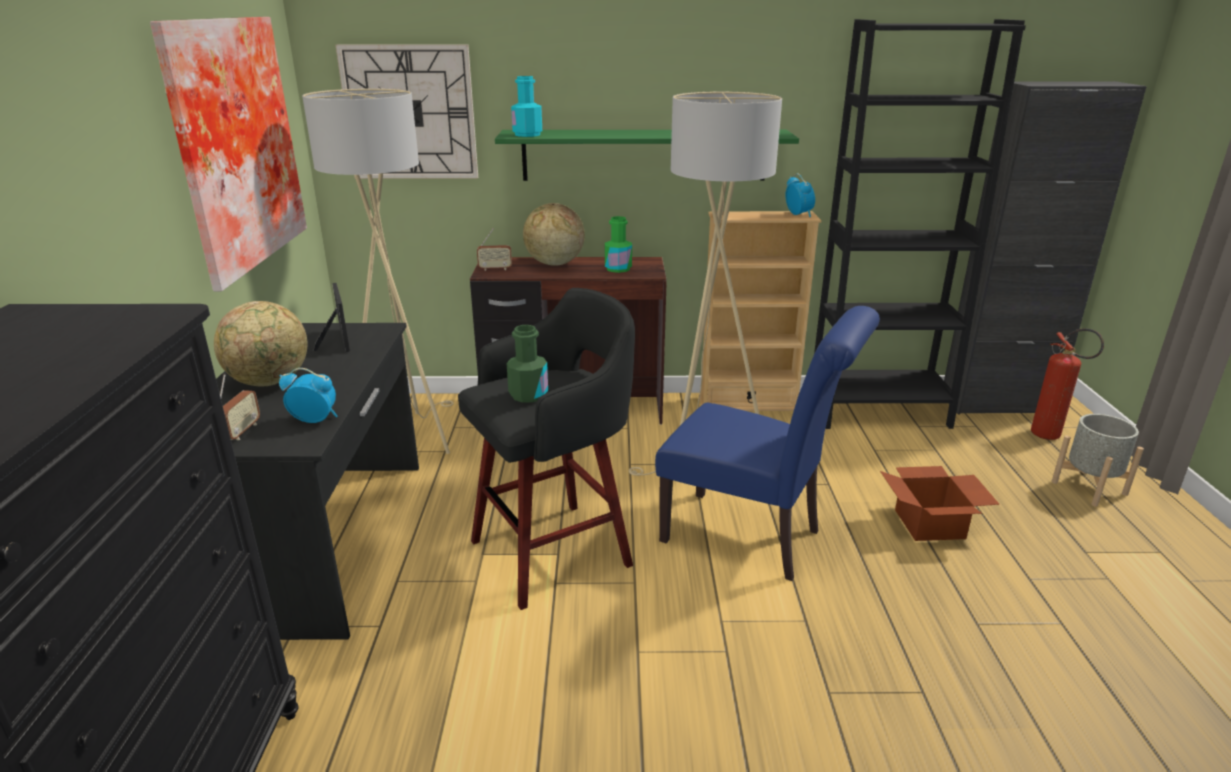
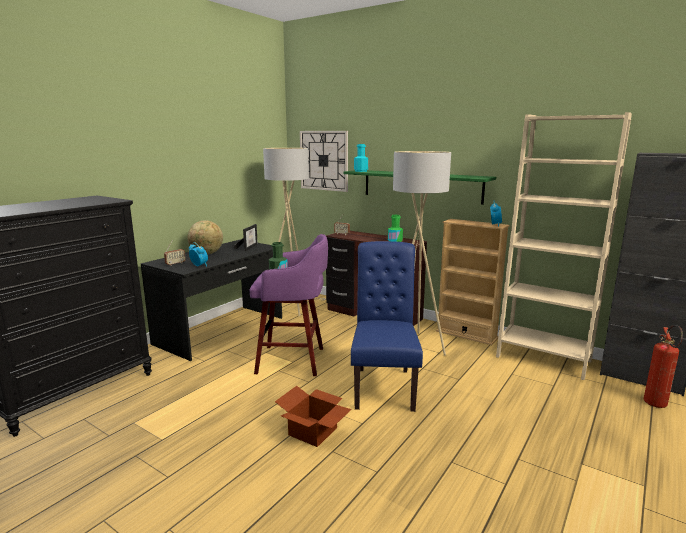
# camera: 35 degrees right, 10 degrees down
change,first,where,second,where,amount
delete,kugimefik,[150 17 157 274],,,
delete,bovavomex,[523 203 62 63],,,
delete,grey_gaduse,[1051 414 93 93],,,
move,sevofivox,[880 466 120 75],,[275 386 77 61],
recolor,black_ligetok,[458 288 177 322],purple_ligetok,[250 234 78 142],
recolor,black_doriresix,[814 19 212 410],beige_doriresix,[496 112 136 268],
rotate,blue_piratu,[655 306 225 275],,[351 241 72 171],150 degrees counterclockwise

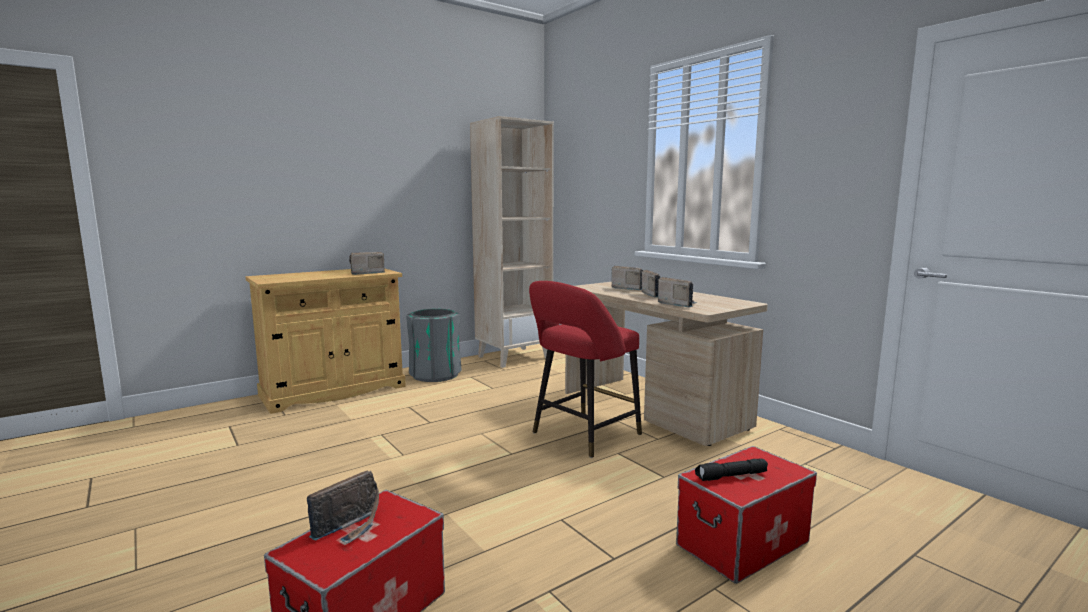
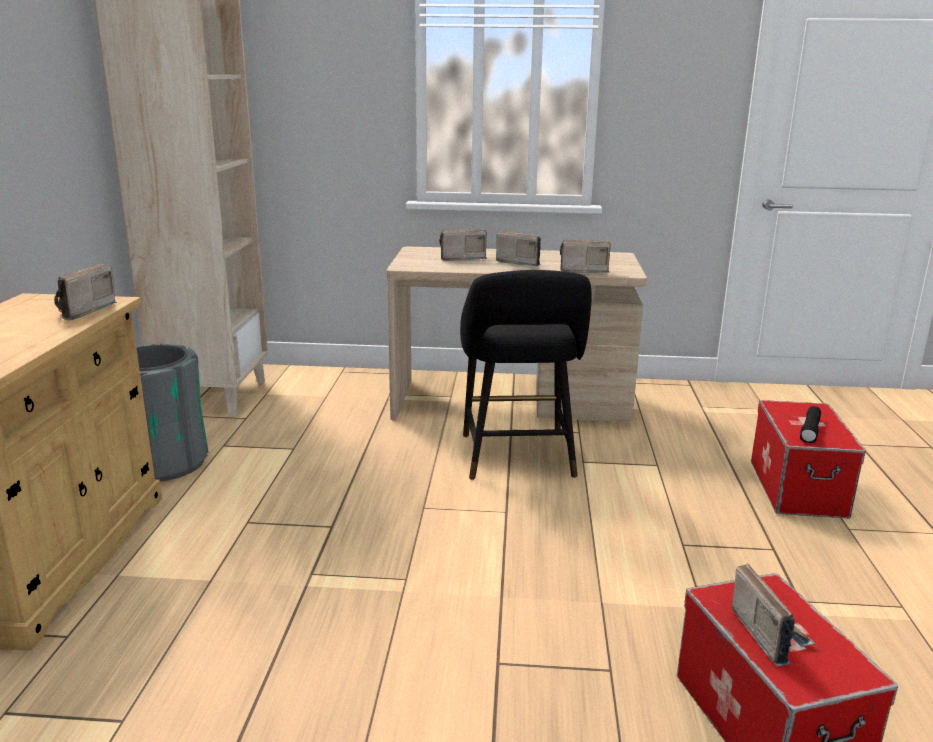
# camera: 50 degrees left, 10 degrees up
change,first,where,second,where,amount
recolor,red_ligetok,[529 281 113 177],black_ligetok,[460 270 132 210],

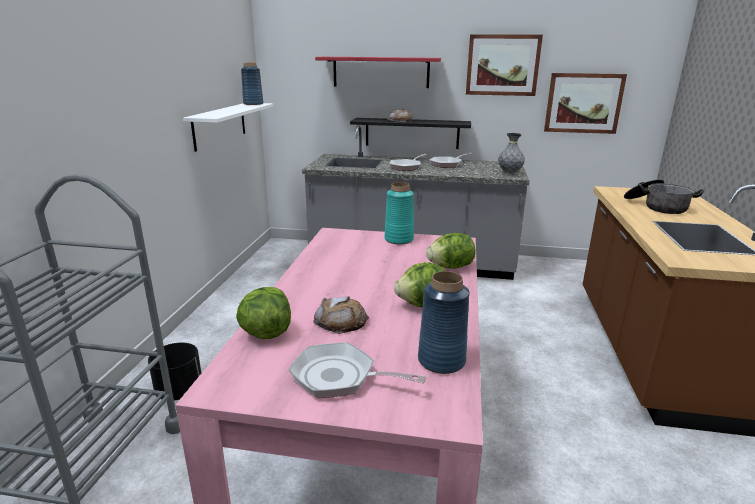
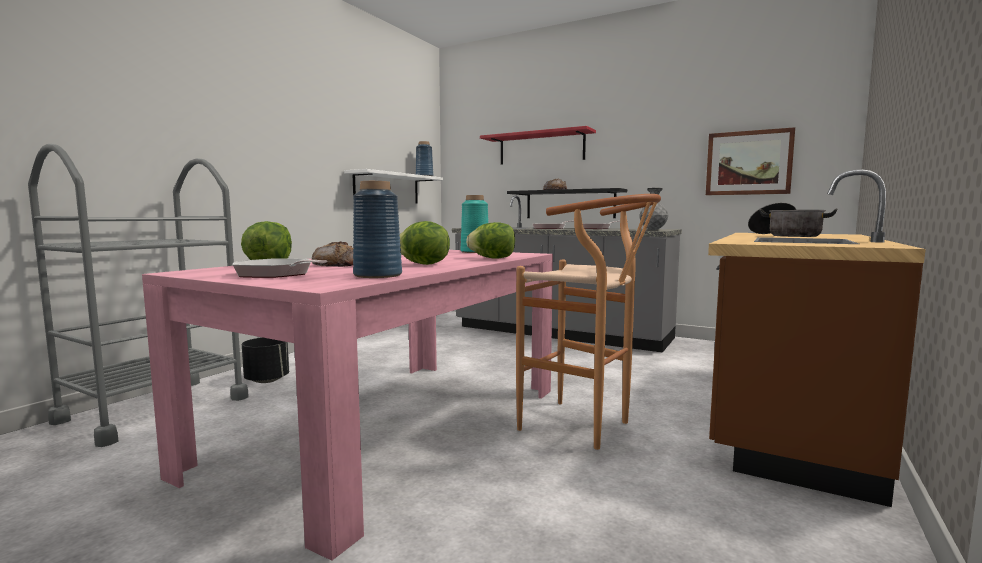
# camera: 20 degrees right, 15 degrees down
change,first,where,second,where,amount
delete,kugimefik,[466 34 77 62],,,
insert,,,brown_ligetok,[516 194 145 256],

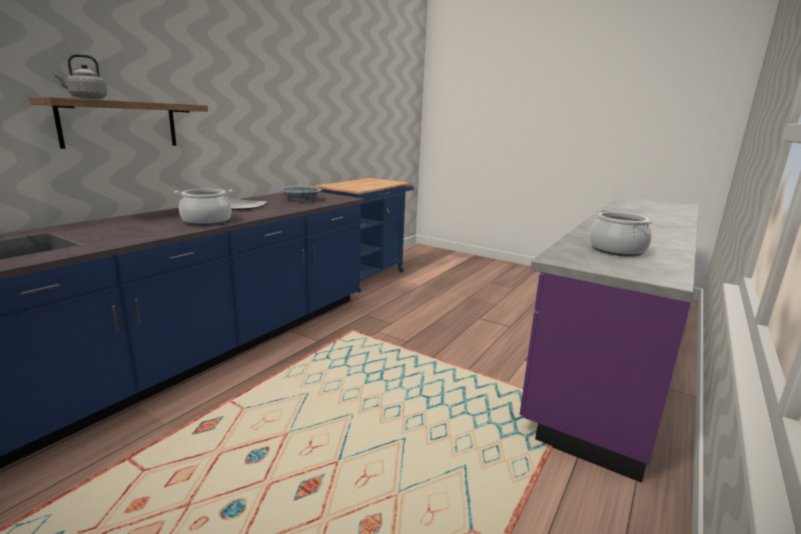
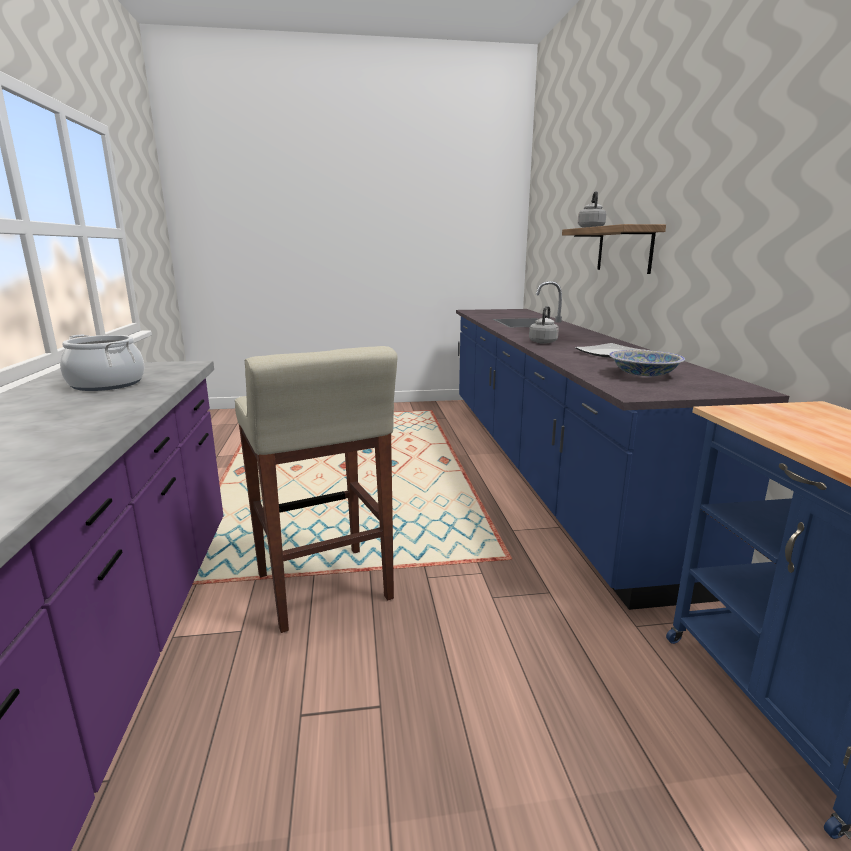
# camera: 140 degrees right, 0 degrees up
change,first,where,second,where,amount
insert,,,beige_ligetok,[235 346 163 287],
replace,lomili,[174 189 58 37],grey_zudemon,[529 306 30 38],

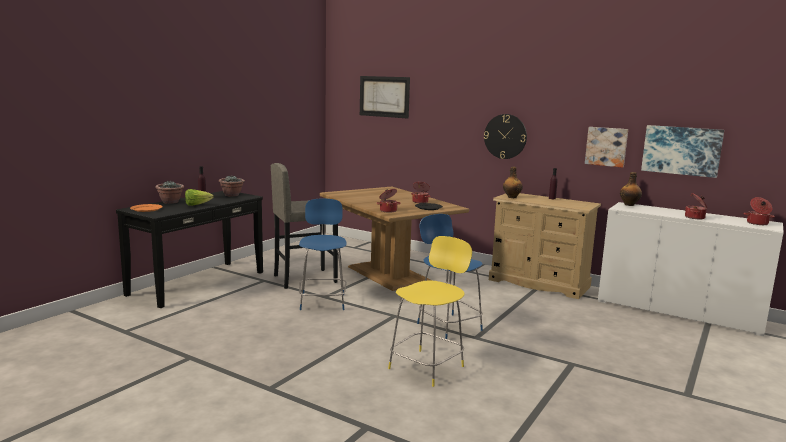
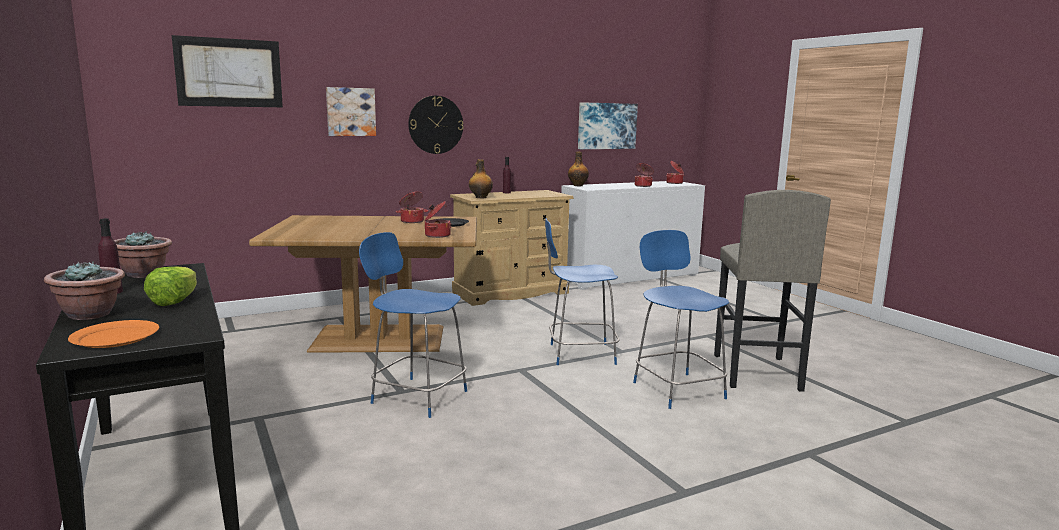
# camera: 60 degrees left, 0 degrees up
change,first,where,second,where,amount
move,grey_ligetok,[271 163 67 126],,[714 190 117 202],
move,kugimefik,[585 127 43 41],,[326 87 50 49],
recolor,yellow_piratu,[388 236 84 151],blue_piratu,[633 230 96 179],

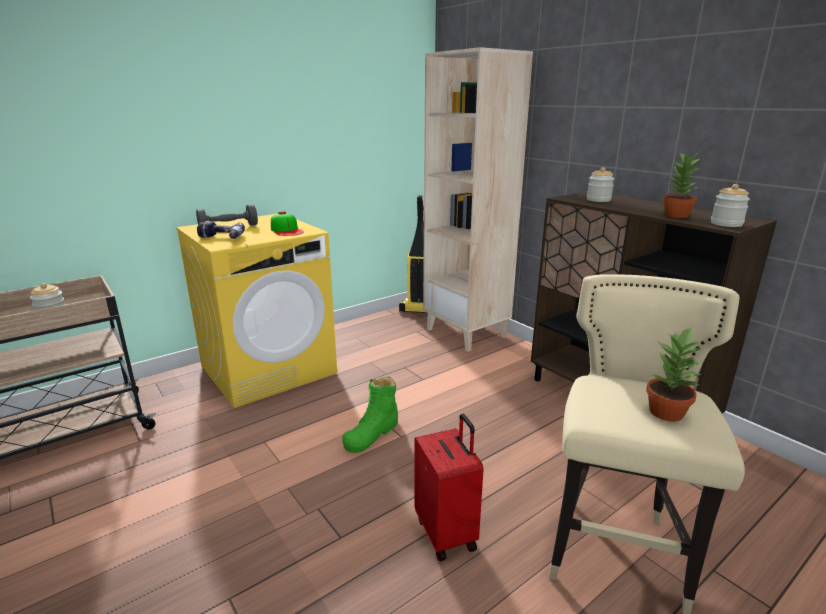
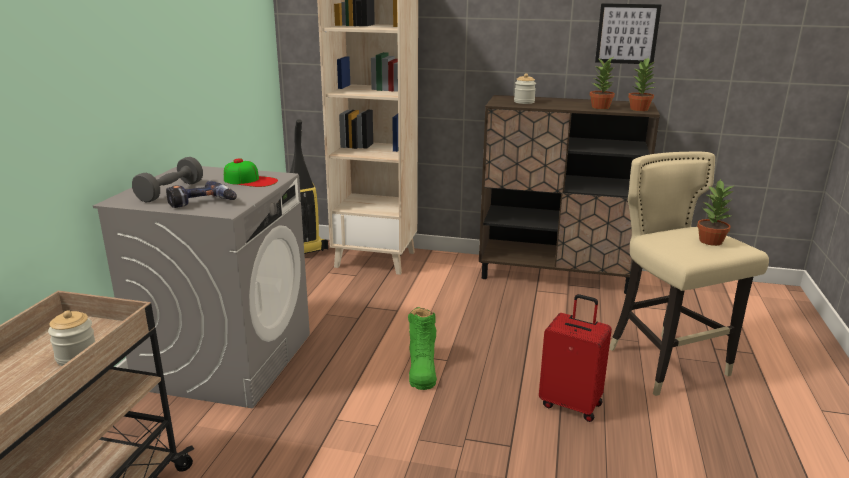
# camera: 40 degrees left, 0 degrees up
change,first,where,second,where,amount
insert,,,kugimefik,[595 3 66 62],
replace,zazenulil,[711 184 39 43],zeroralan,[628 57 27 54],
recolor,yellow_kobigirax,[176 214 161 194],grey_kobigirax,[93 166 217 242],

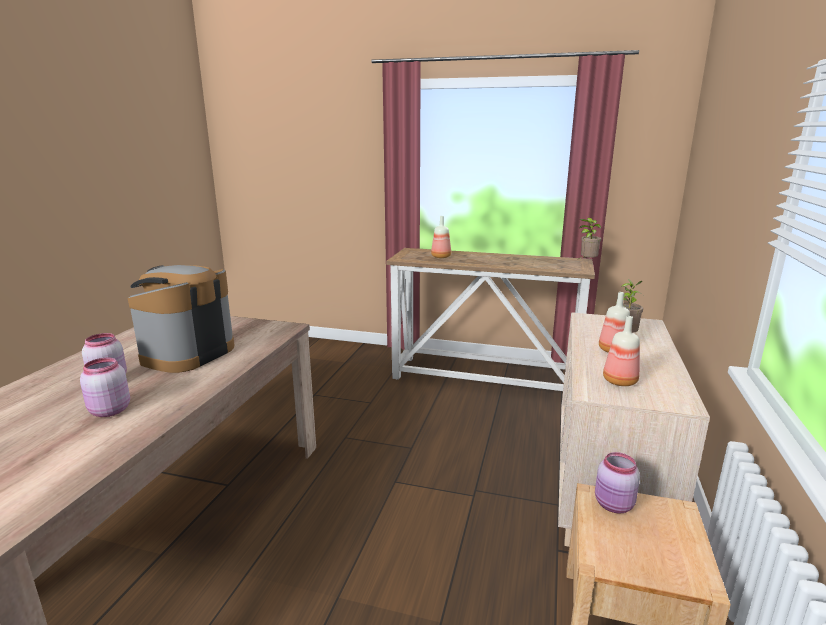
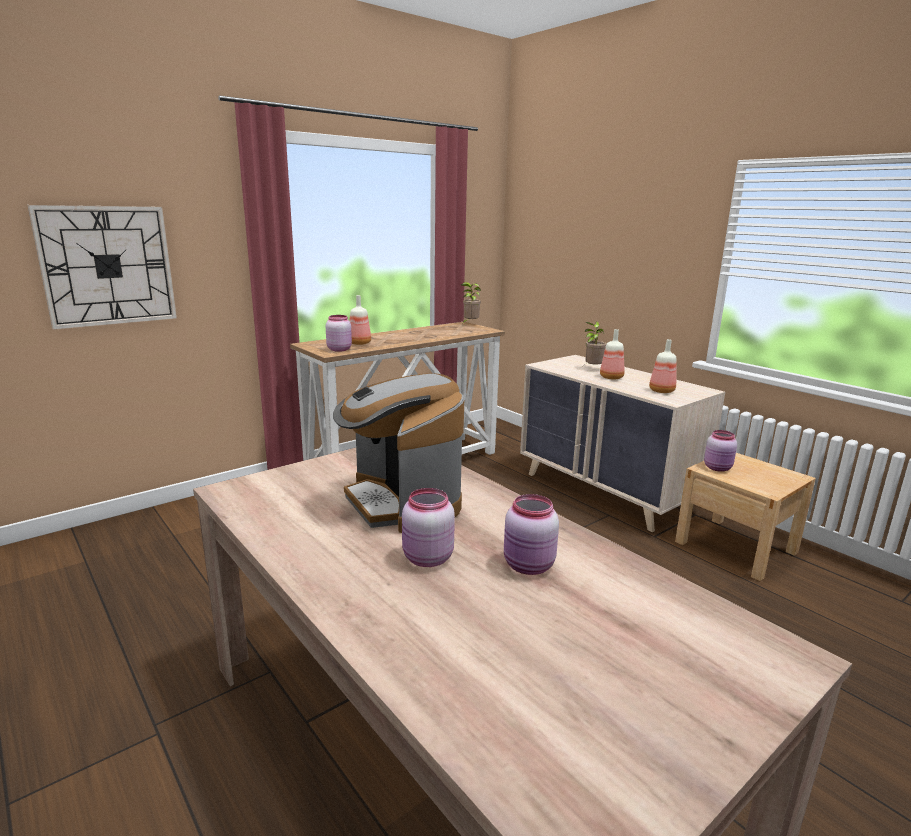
# camera: 55 degrees left, 0 degrees up
change,first,where,second,where,amount
insert,,,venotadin,[28 205 149 125],
insert,,,pink_zazenulil,[326 315 26 37],

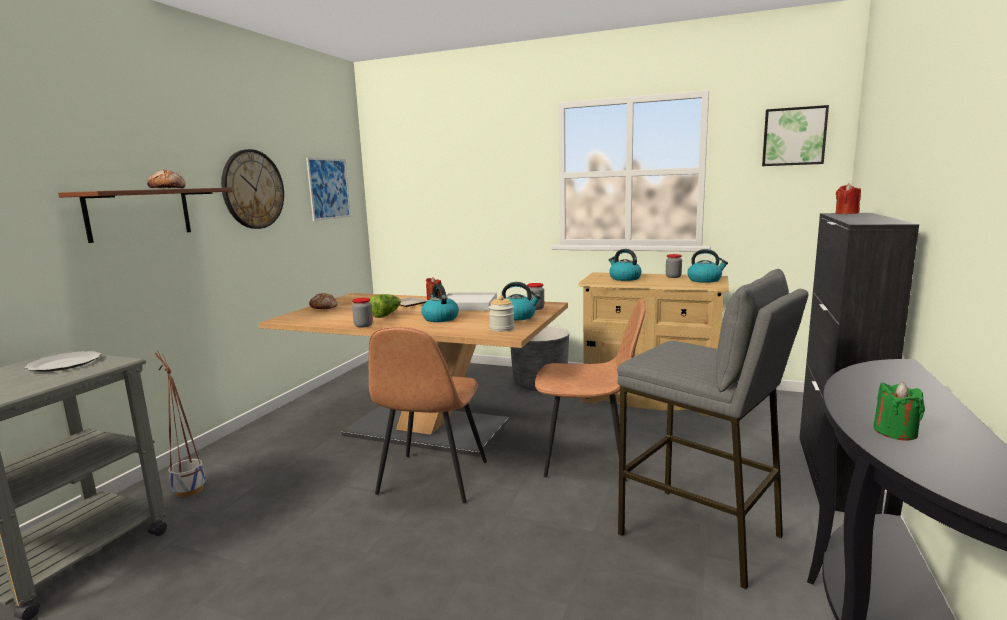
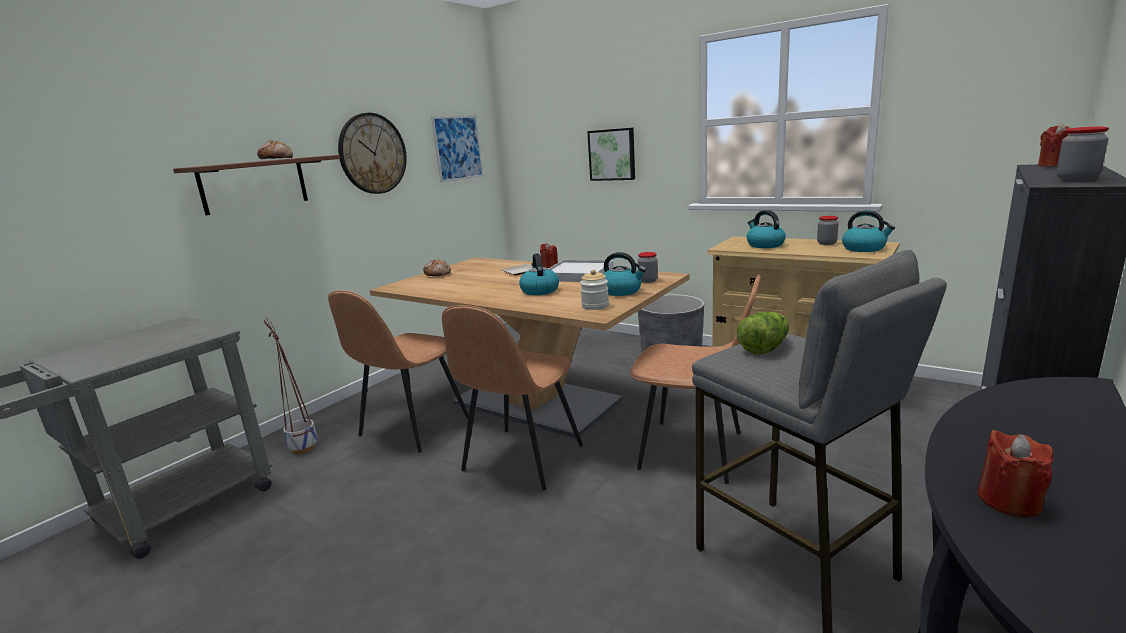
# camera: 15 degrees right, 5 degrees up
change,first,where,second,where,amount
delete,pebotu,[25 351 76 21],,,
insert,,,brown_piratu,[328 291 141 162],
move,zazenulil,[352 298 21 30],,[1056 127 53 54],
move,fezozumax,[369 294 32 24],,[737 312 52 43],
move,kugimefik,[762 105 67 61],,[587 128 48 53],
recolor,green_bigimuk,[873 382 52 59],red_bigimuk,[978 430 76 87],

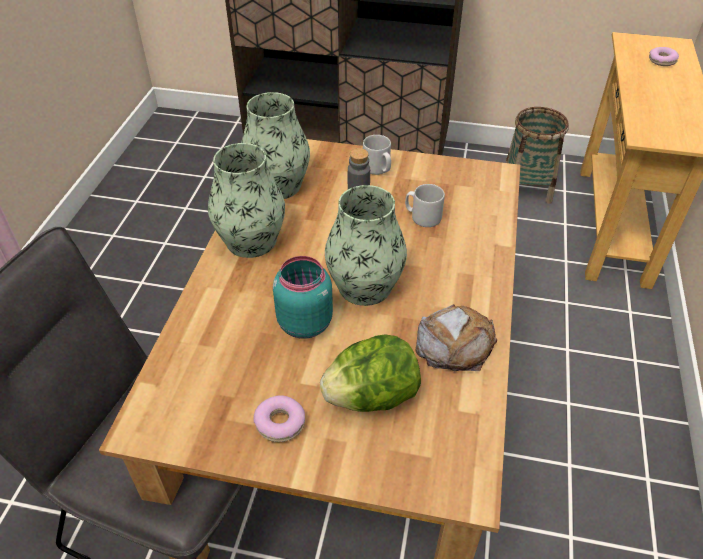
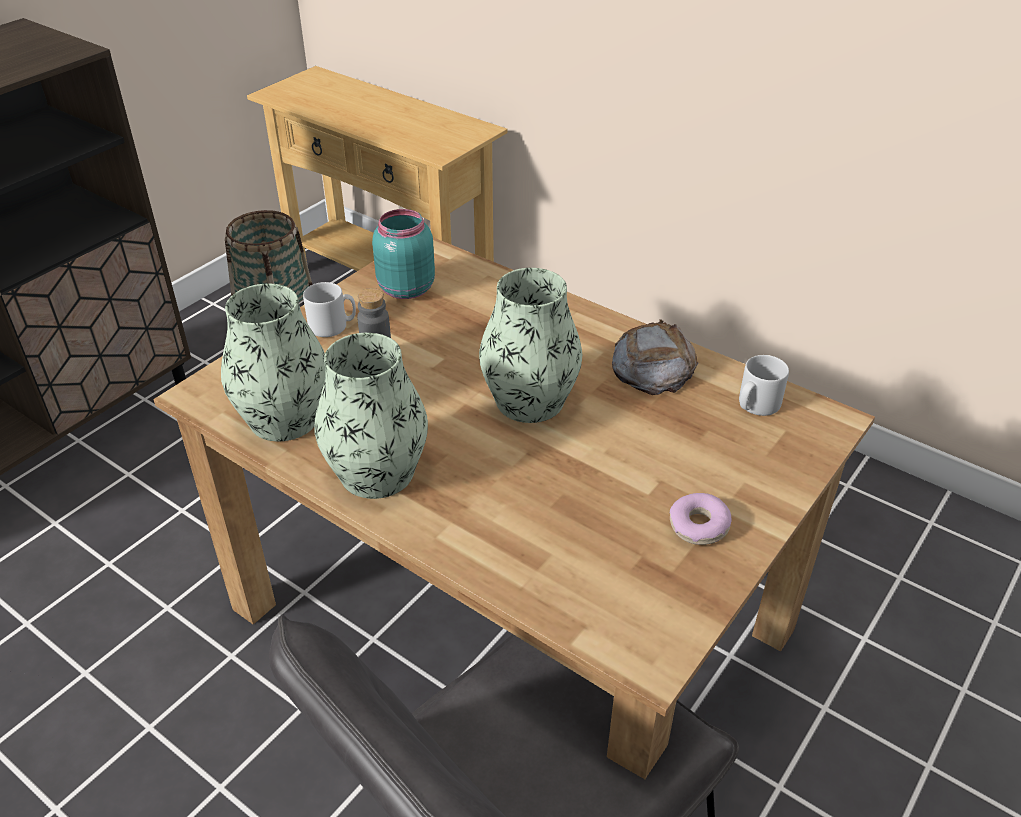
# camera: 65 degrees left, 5 degrees down
change,first,where,second,where,amount
delete,fezozumax,[320 334 101 78],,,
delete,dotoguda,[649 47 30 19],,,
move,turquoise_zazenulil,[273 256 60 83],,[372 209 63 90],
move,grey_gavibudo,[405 184 40 43],,[739 355 50 61],

